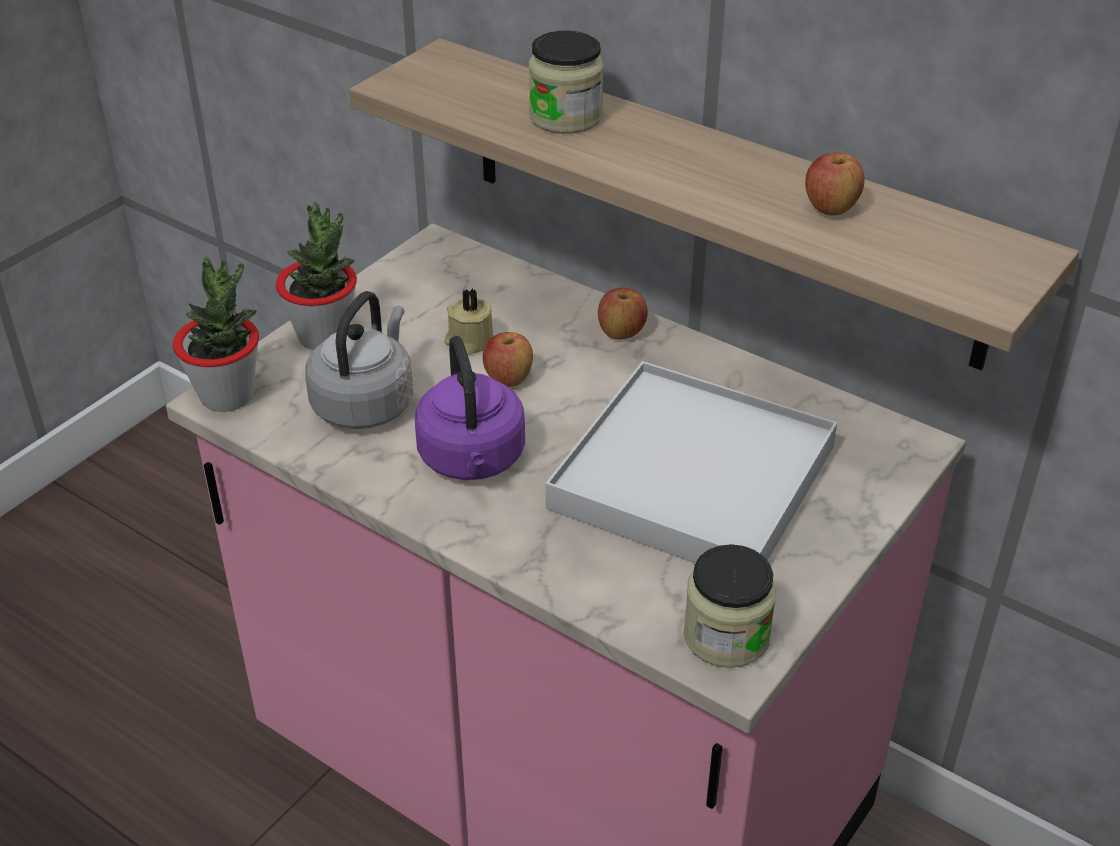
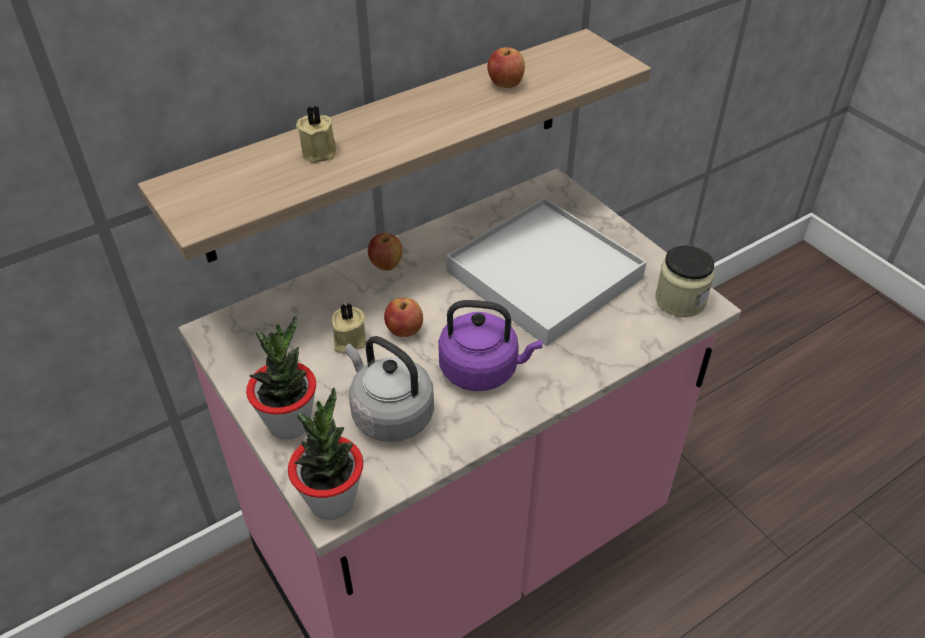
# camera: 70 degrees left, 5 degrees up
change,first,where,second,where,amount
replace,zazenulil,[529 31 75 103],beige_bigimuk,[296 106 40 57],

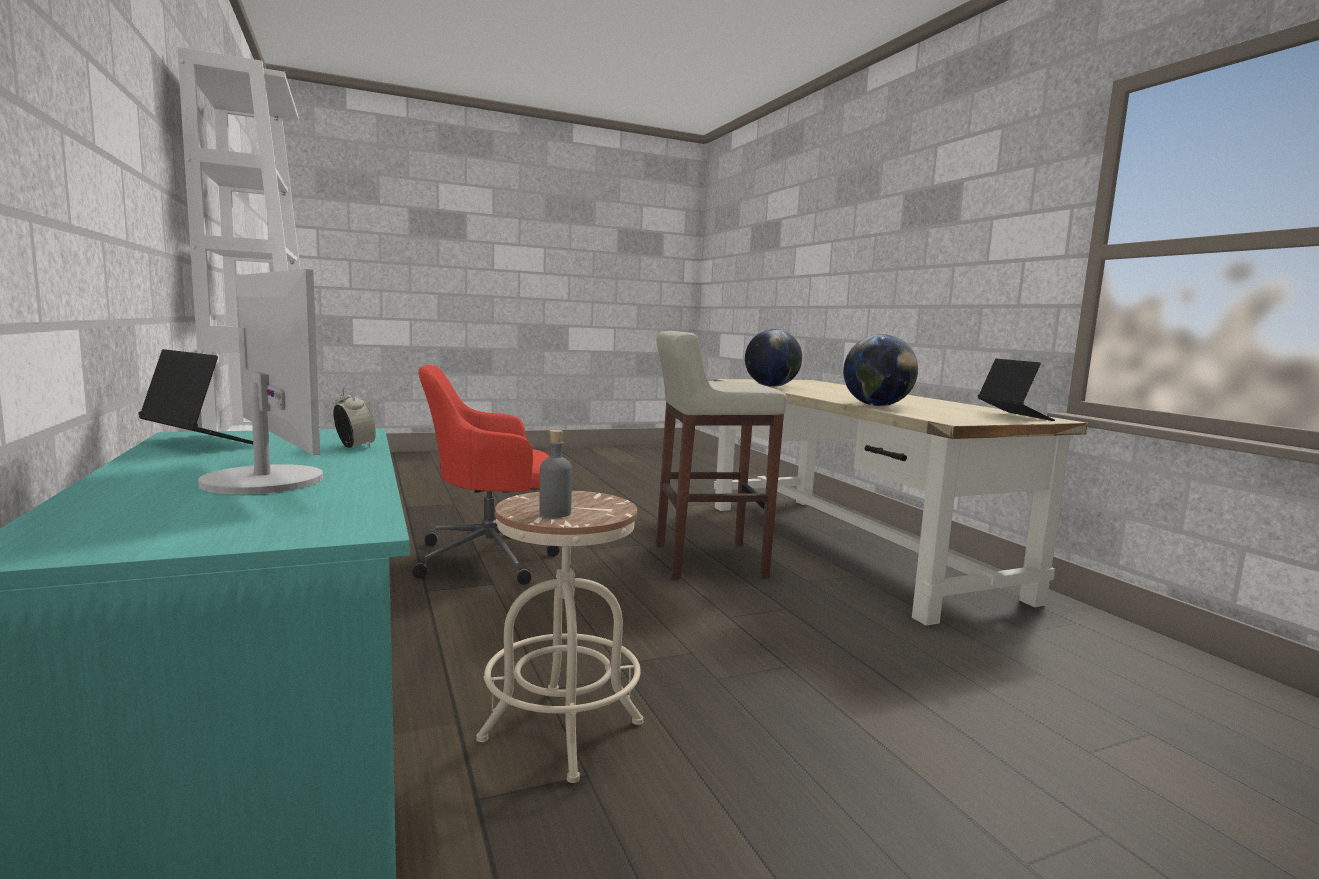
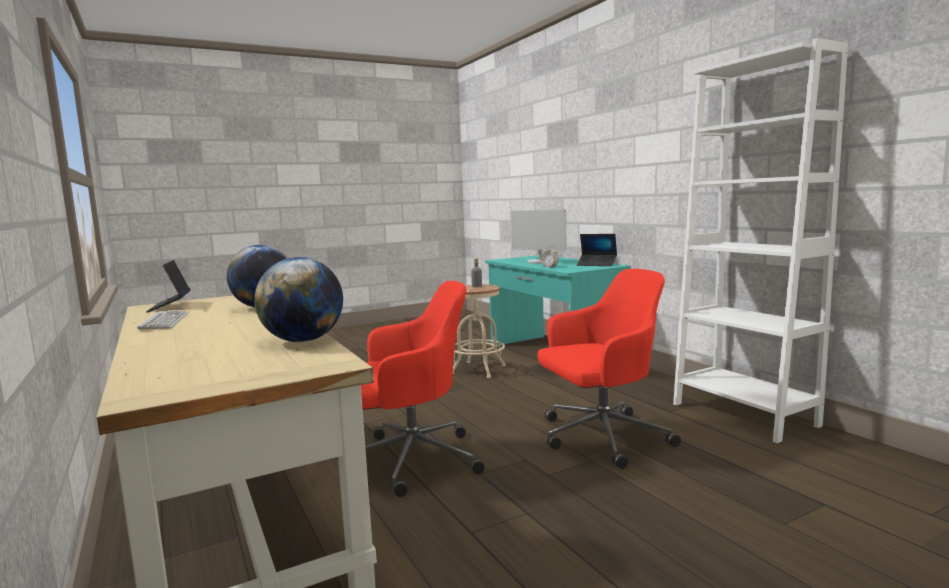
# camera: 175 degrees right, 0 degrees up
change,first,where,second,where,amount
insert,,,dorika,[137 310 51 20],
replace,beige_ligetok,[656 331 131 248],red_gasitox,[361 281 124 216],

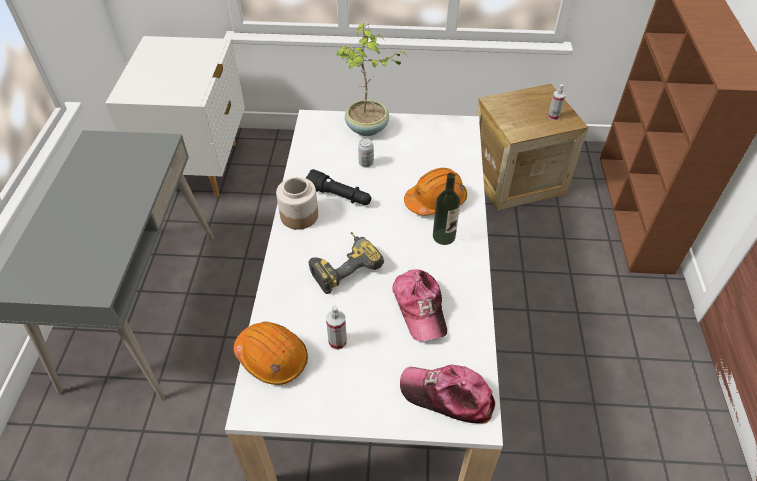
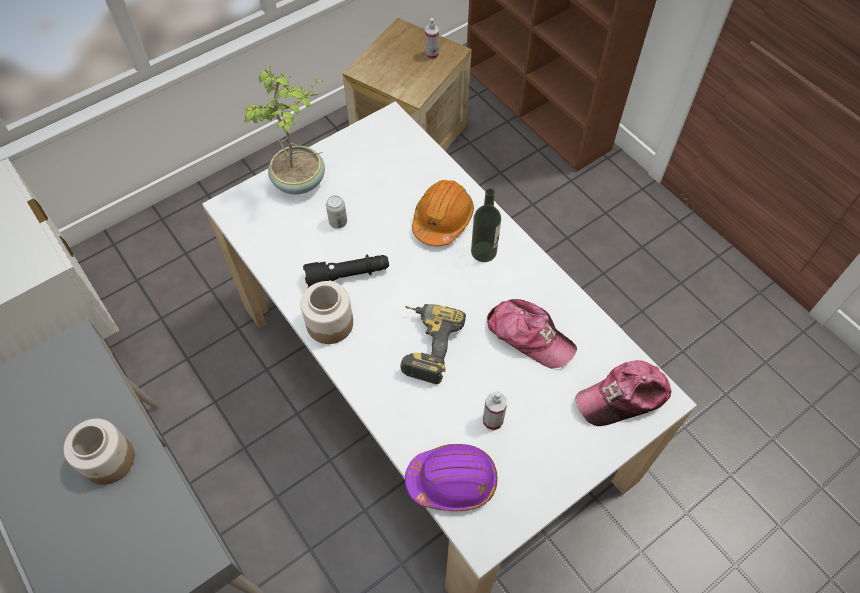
# camera: 40 degrees left, 10 degrees up
change,first,where,second,where,amount
insert,,,zazenulil,[64 419 70 66],
recolor,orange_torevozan,[234 322 74 63],purple_torevozan,[405 444 93 67],

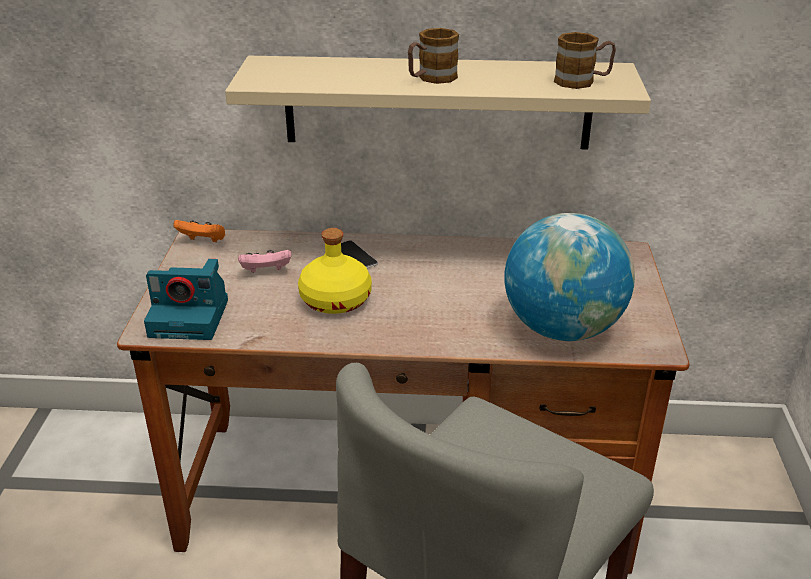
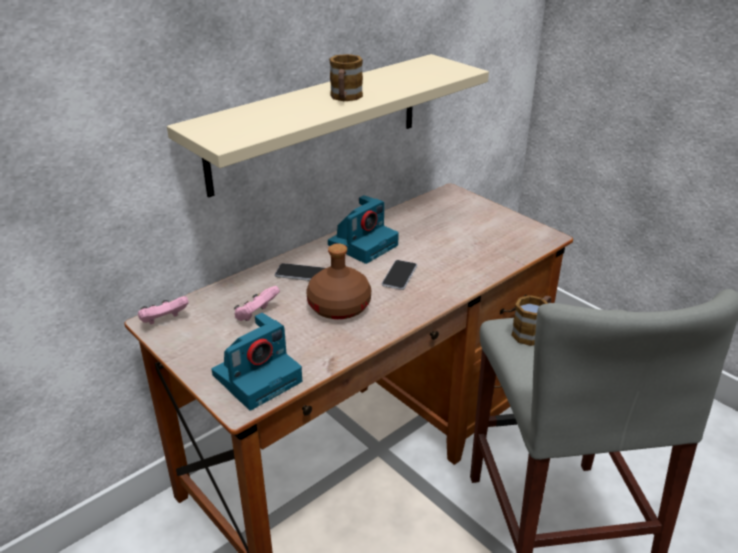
# camera: 45 degrees left, 0 degrees up
change,first,where,second,where,amount
delete,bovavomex,[504 213 131 128],,,
insert,,,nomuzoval,[328 195 71 69],
insert,,,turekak,[382 260 35 30],
move,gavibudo,[554 32 62 57],,[511 295 40 51],
recolor,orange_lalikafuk,[173 220 53 22],pink_lalikafuk,[138 296 51 28],
recolor,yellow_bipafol,[298 228 74 86],brown_bipafol,[306 243 65 76],

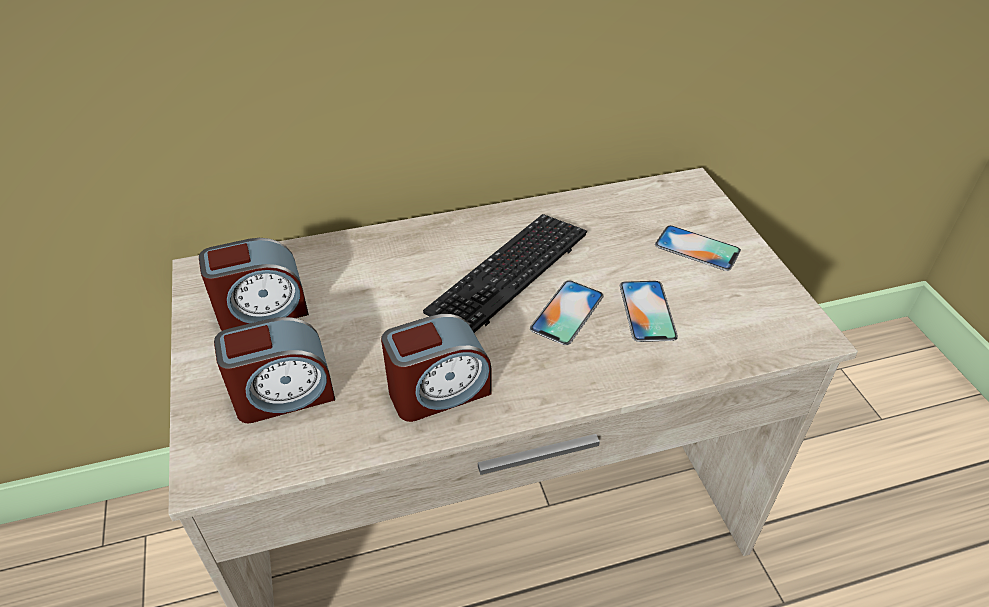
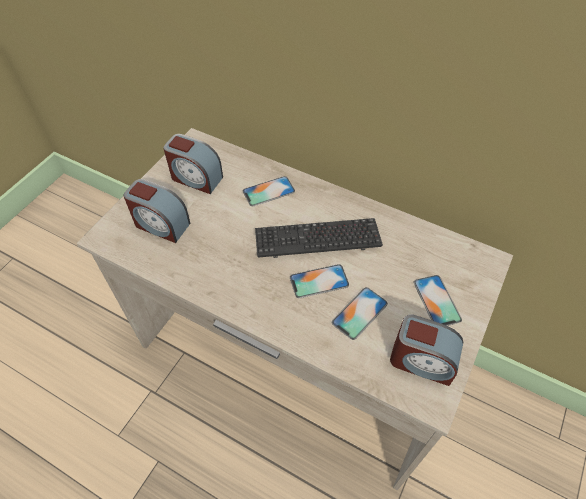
# camera: 45 degrees right, 10 degrees up
change,first,where,second,where,amount
insert,,,turekak,[243 176 52 30],
move,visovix,[381 314 110 108],,[390 314 73 72],

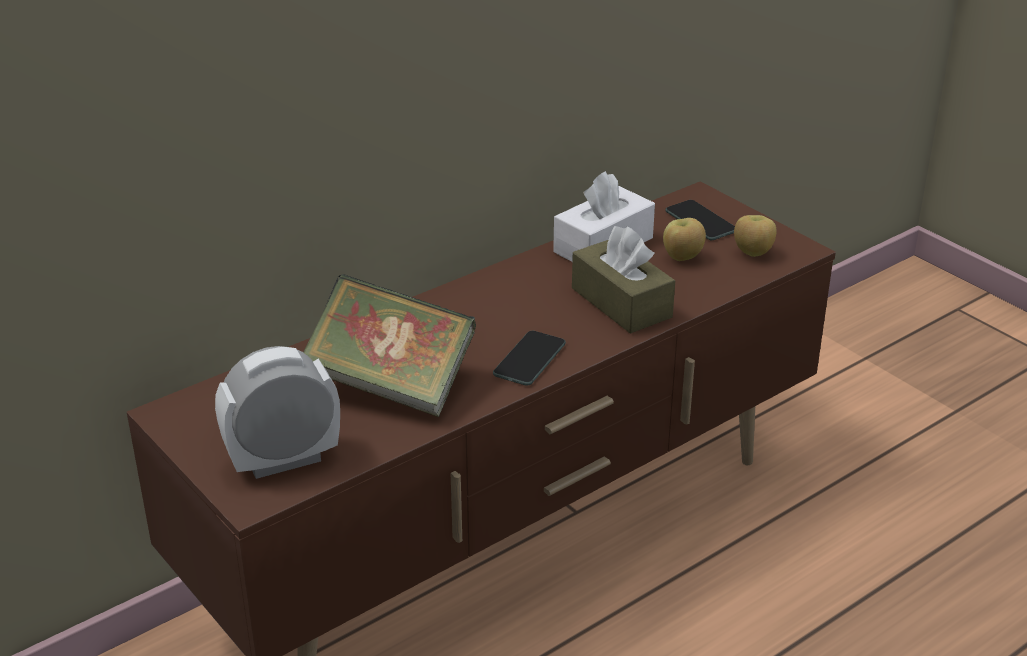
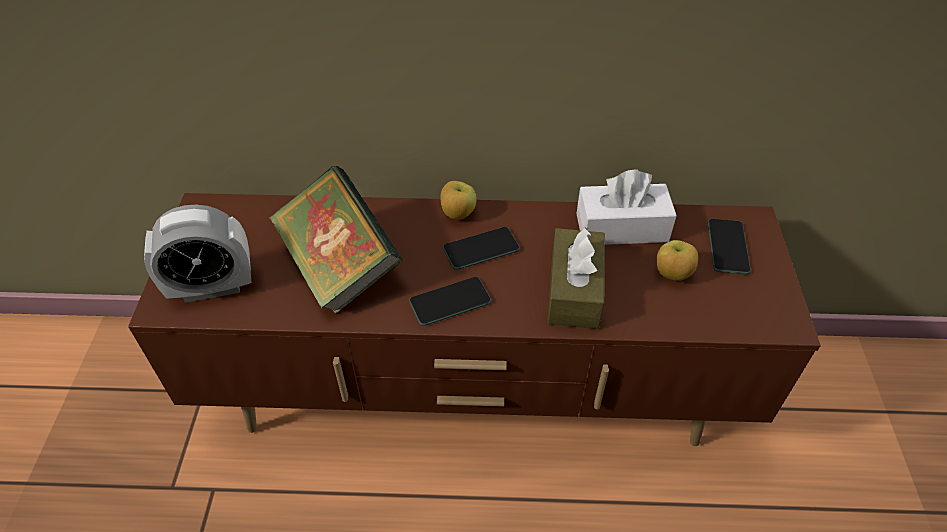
# camera: 40 degrees right, 15 degrees up
change,first,where,second,where,amount
insert,,,turekak,[443 227 77 43],
move,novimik,[734 215 42 42],,[440 181 37 39],
rotate,visovix,[215 346 125 133],,[144 205 107 98],150 degrees clockwise

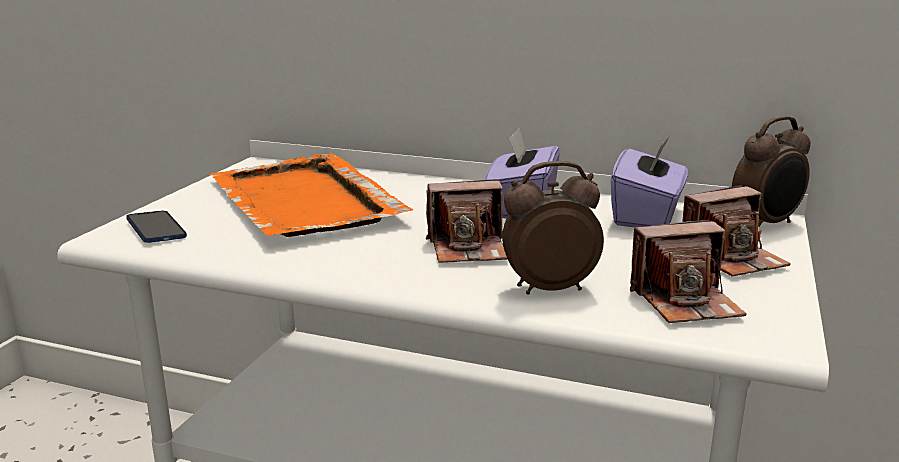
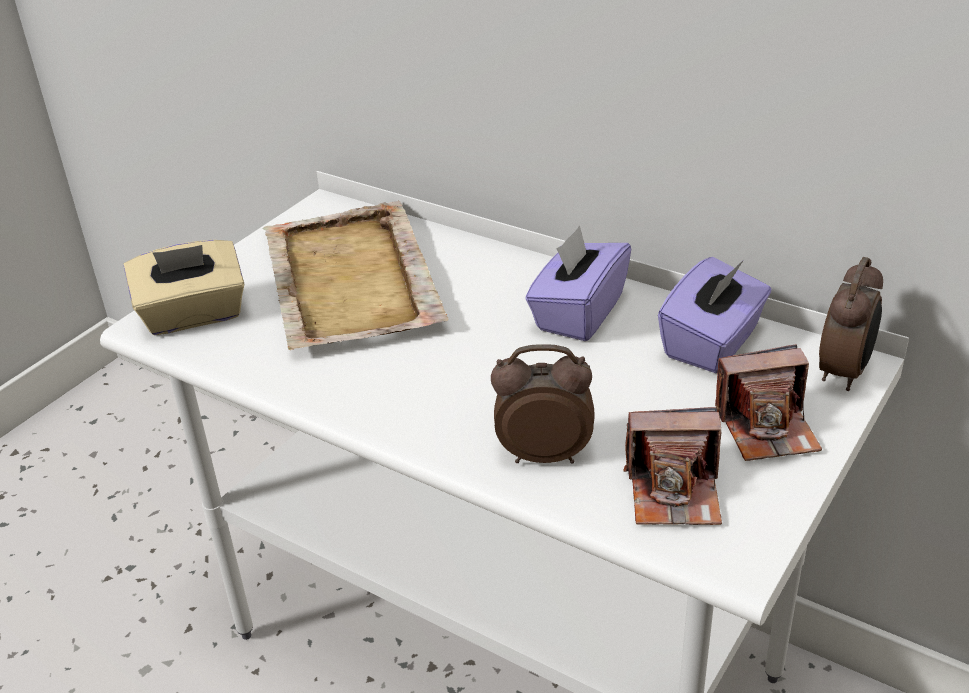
# camera: 15 degrees right, 15 degrees up
change,first,where,second,where,amount
delete,nomuzoval,[426 179 82 84],,,
replace,turekak,[126 211 61 32],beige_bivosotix,[123 240 121 95],
recolor,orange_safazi,[209 153 204 84],beige_safazi,[262 201 187 149],
rotate,visovix,[732 116 79 112],,[819 257 64 134],45 degrees counterclockwise

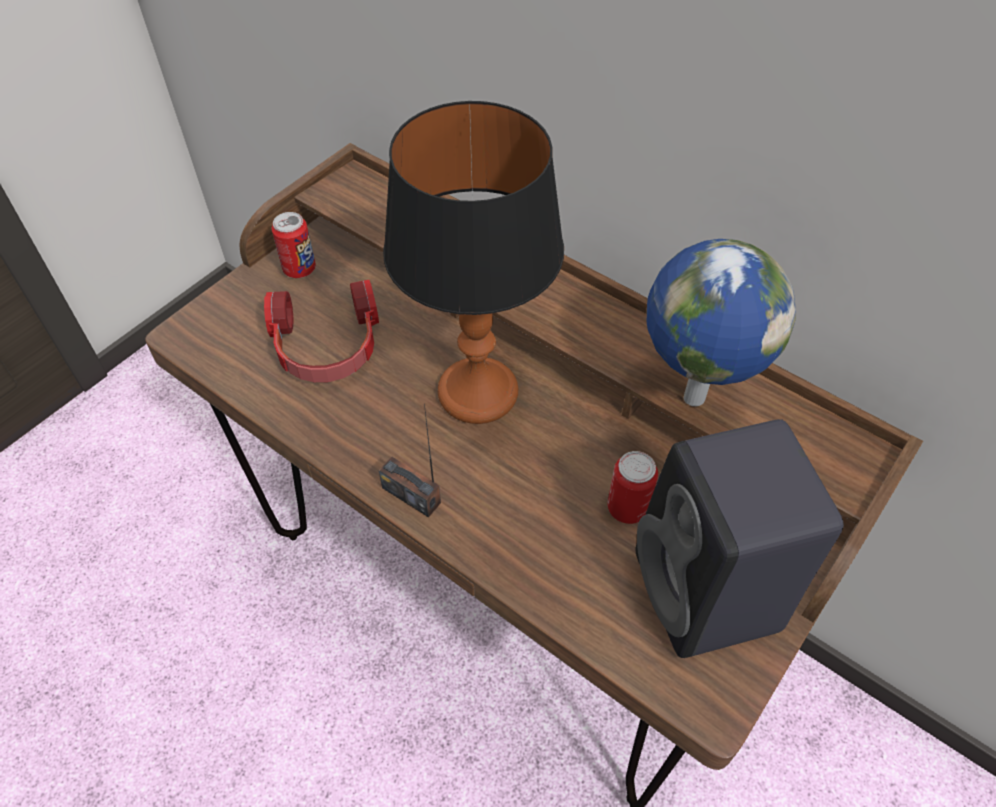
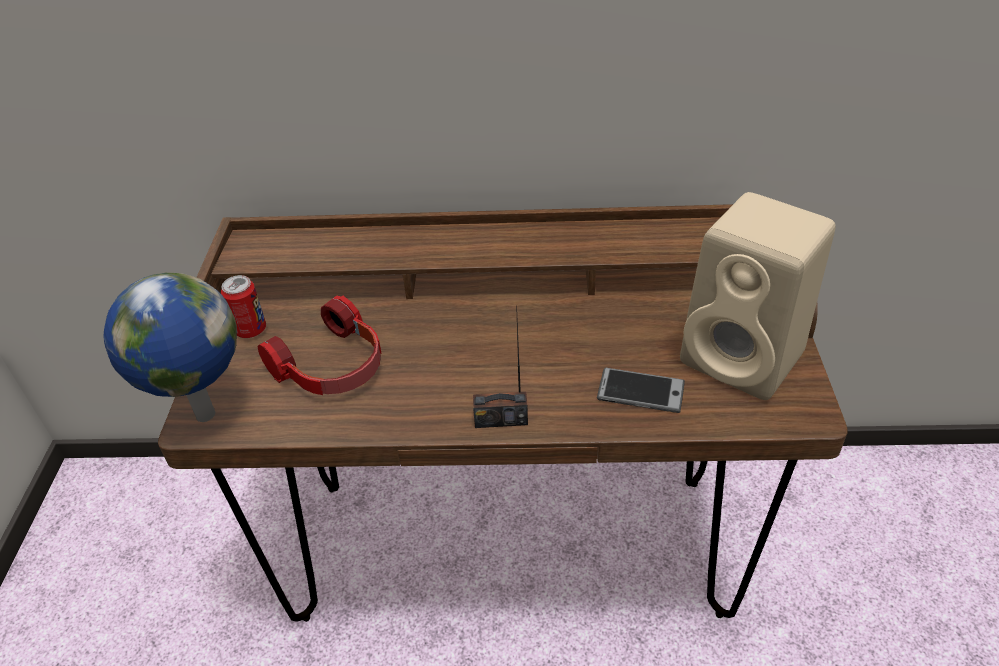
# camera: 35 degrees left, 10 degrees down
change,first,where,second,where,amount
delete,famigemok,[383 101 181 323],,,
delete,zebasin,[607 451 51 73],,,
insert,,,turekak,[597 368 88 45],
move,bovavomex,[647 239 149 167],,[103 273 134 149],
recolor,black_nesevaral,[636 419 208 239],beige_nesevaral,[680 192 156 208],

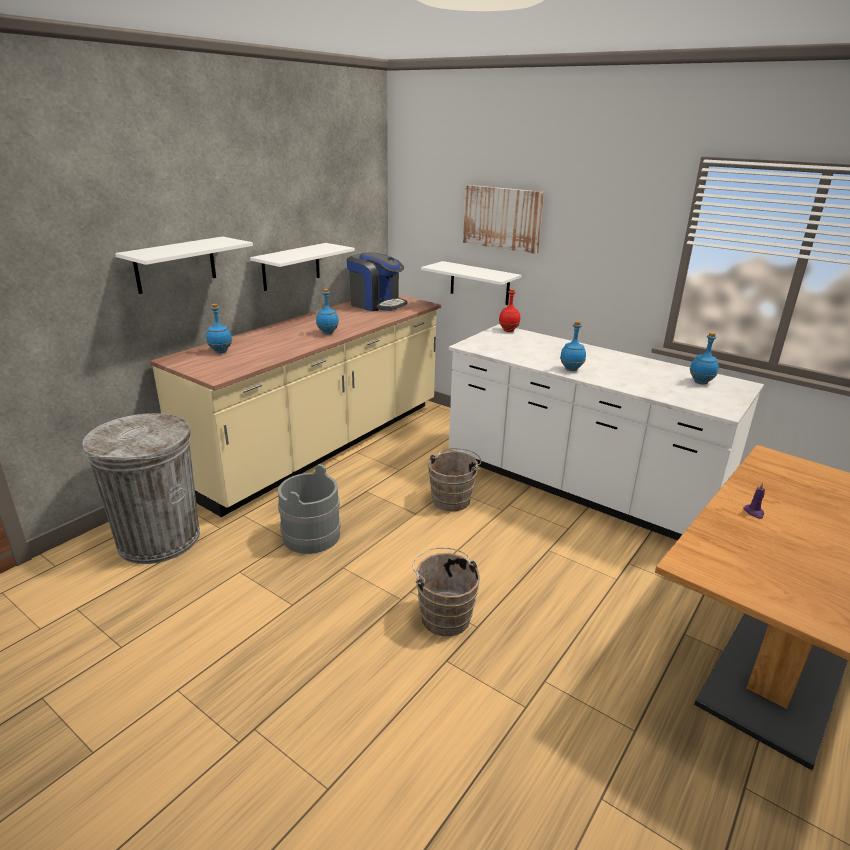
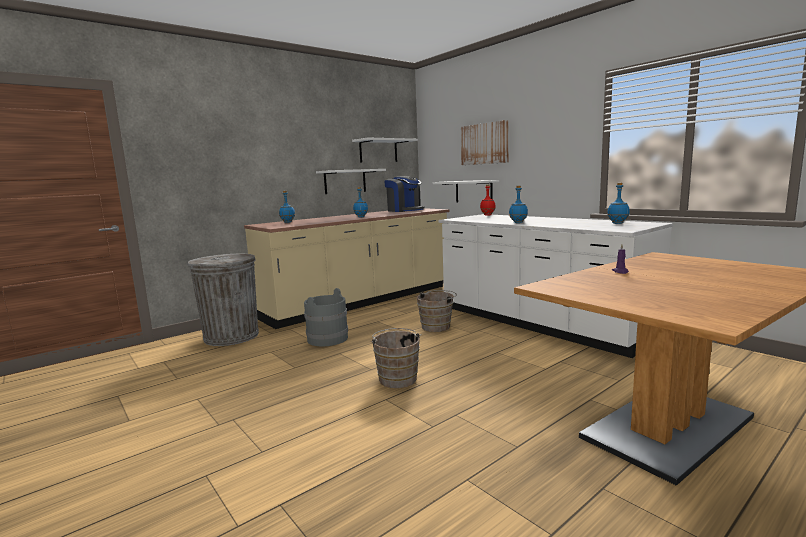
# camera: 15 degrees right, 15 degrees down
change,first,where,second,where,amount
move,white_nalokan,[115 236 138 58],,[352 137 66 25],

